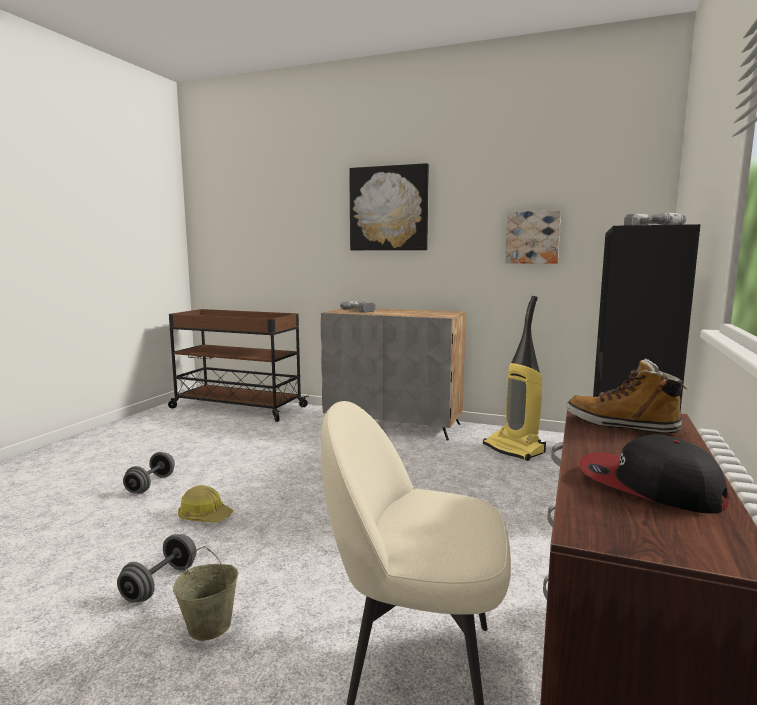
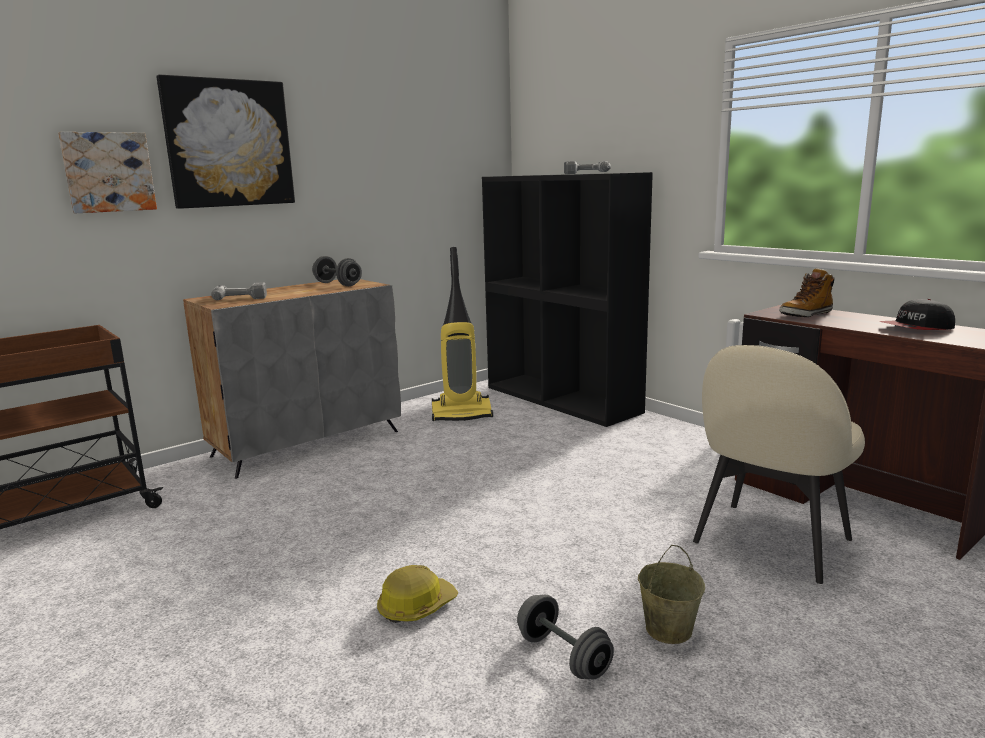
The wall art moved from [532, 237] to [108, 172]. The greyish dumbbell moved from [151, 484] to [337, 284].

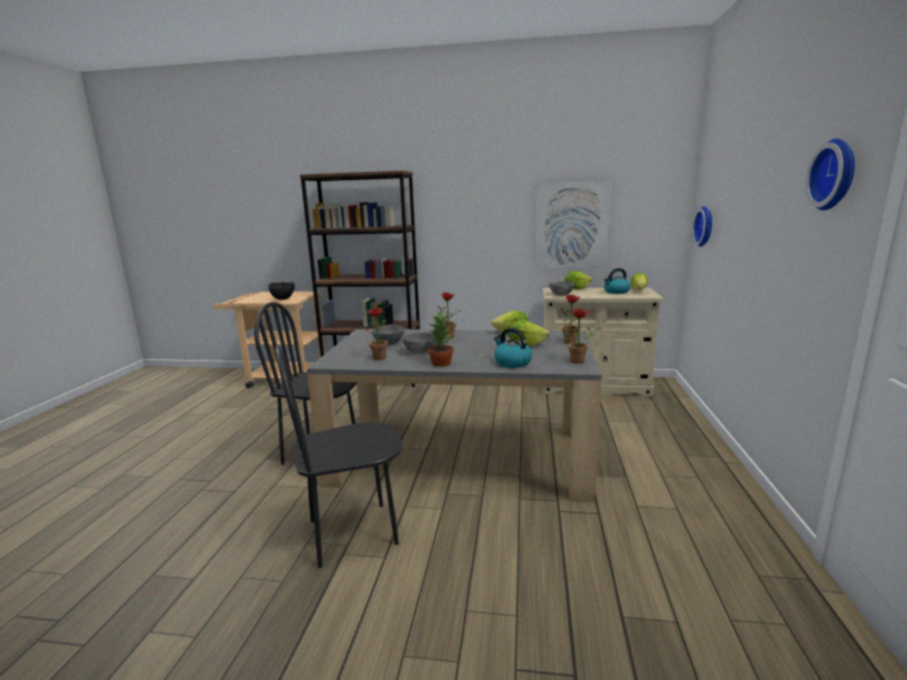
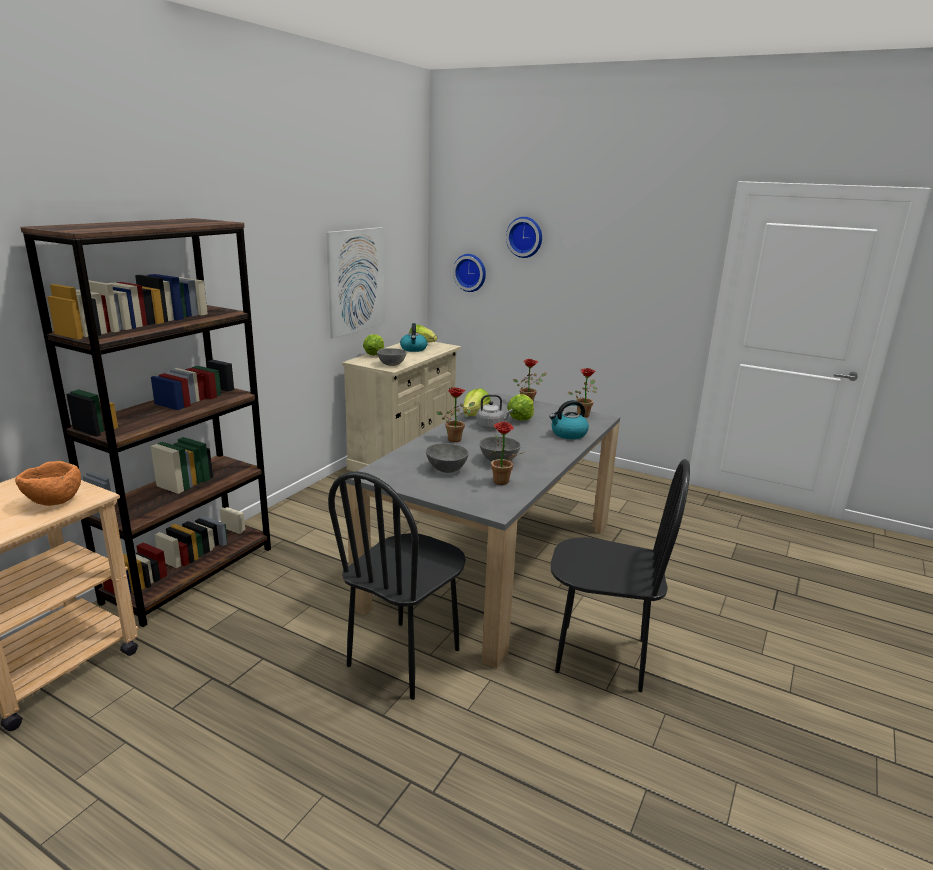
The black bowl at [283, 299] became the orange bowl at [53, 502]. The greyish tea kettle at [491, 426] appeared. The hanging clock moved from [836, 175] to [525, 237]. The black plain chair at [353, 532] turned 75 degrees counterclockwise. The potted plant at [441, 363] disappeared.

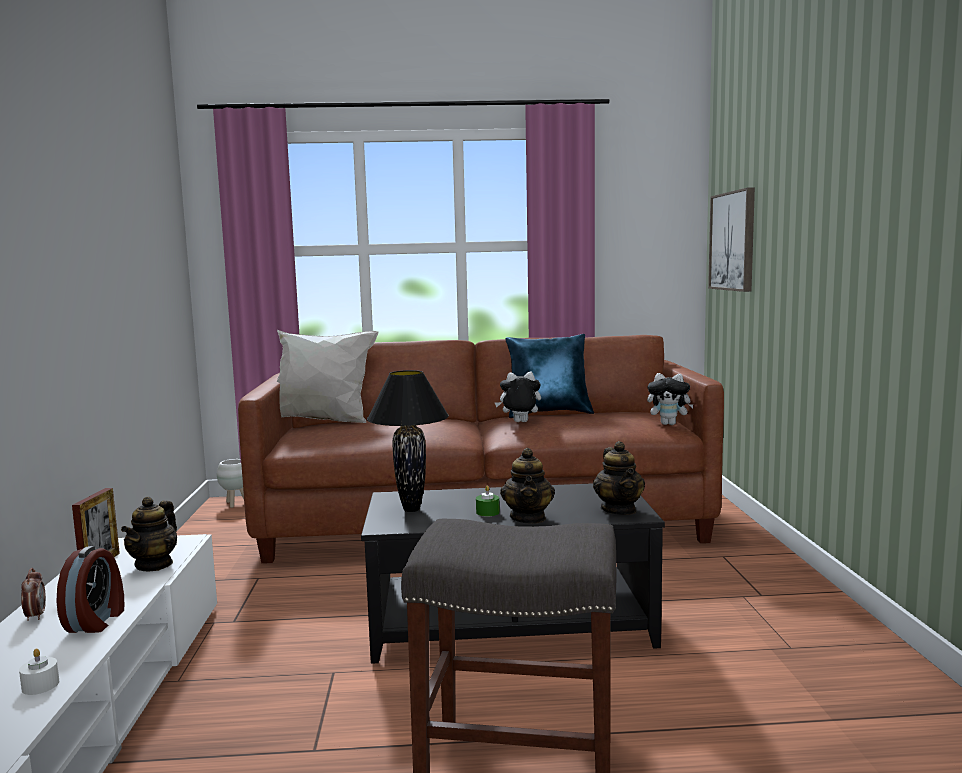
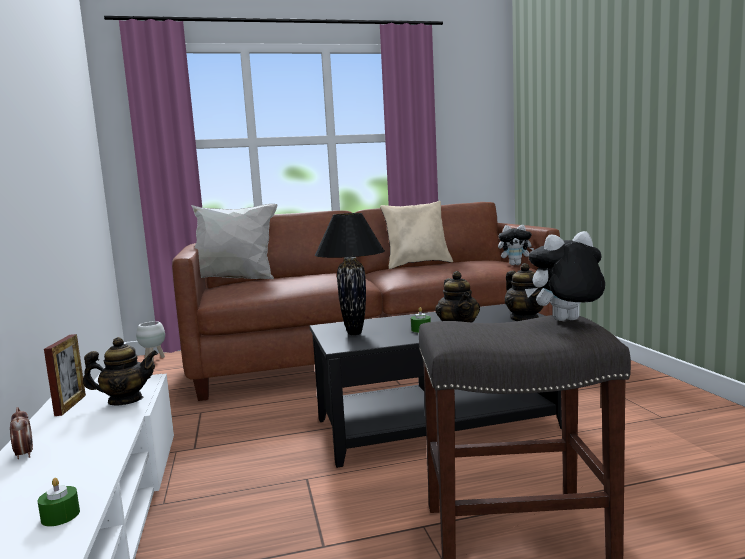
The white wax light at [40, 685] became the greenish wax light at [60, 516]. The tea pot at [154, 564] turned 105 degrees counterclockwise. The bluish pillow at [549, 413] became the beige-coloured pillow at [417, 264]. The plush toy moved from [519, 422] to [566, 321]. The bedside clock at [97, 621] disappeared. The wall art at [733, 241] disappeared.

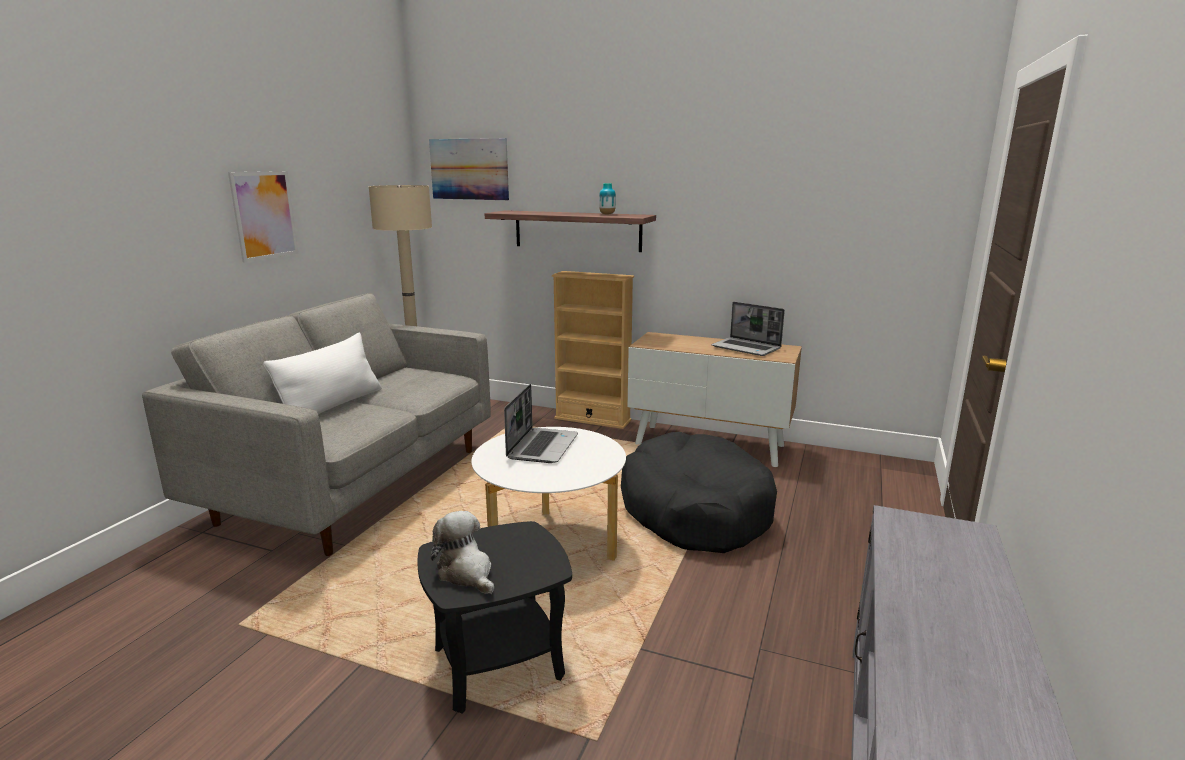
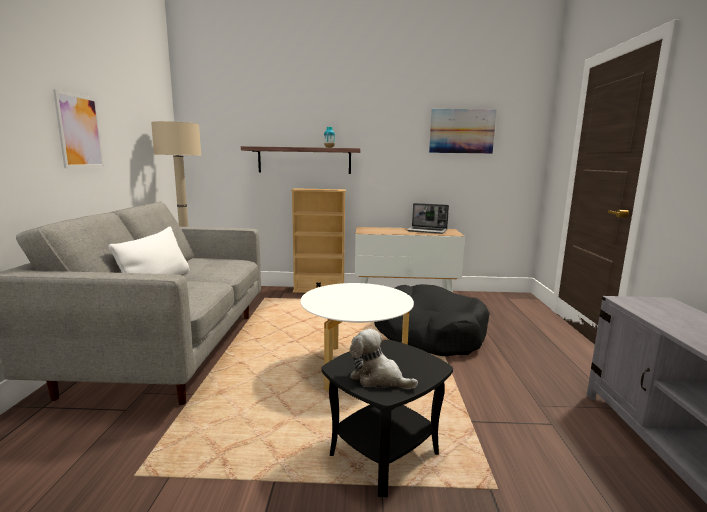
The wall art moved from [469, 169] to [462, 131]. The notebook computer at [542, 446] disappeared.

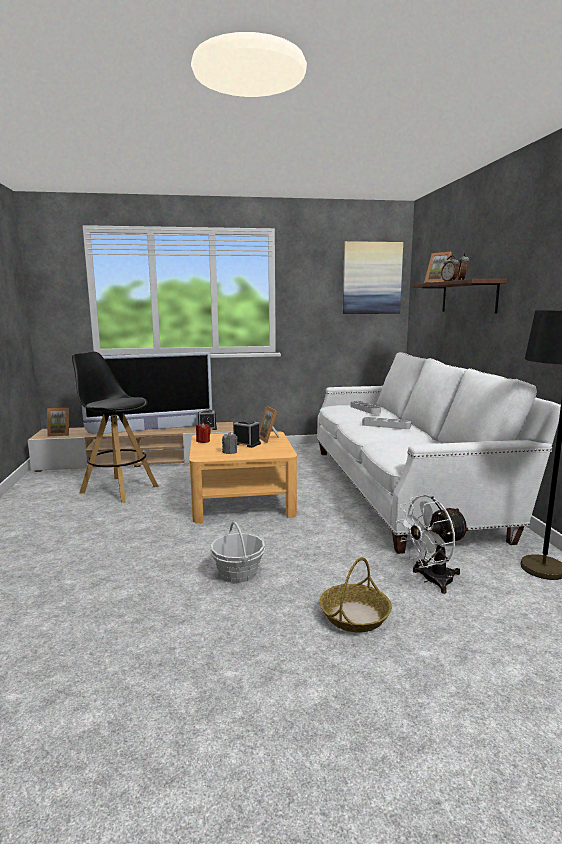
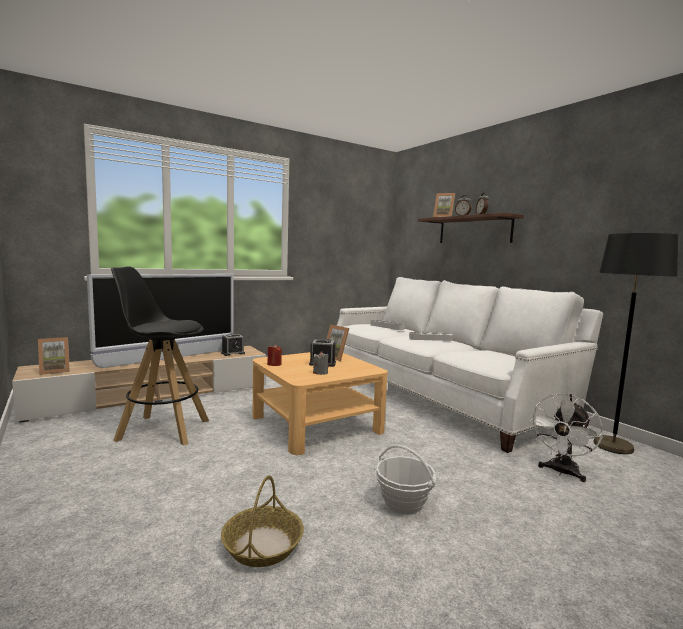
The household basket moved from [354, 615] to [262, 545]. The wall art at [372, 278] disappeared.

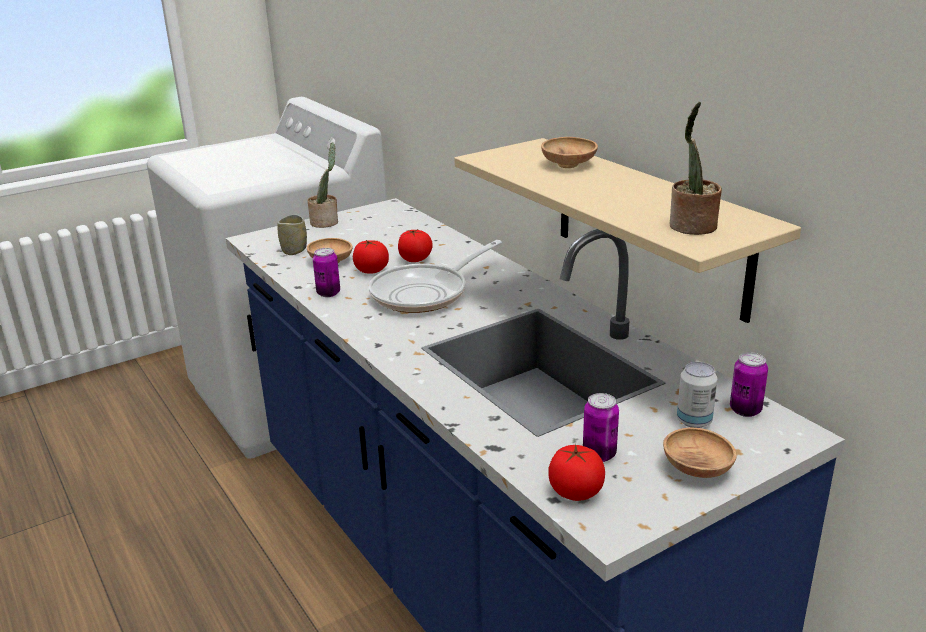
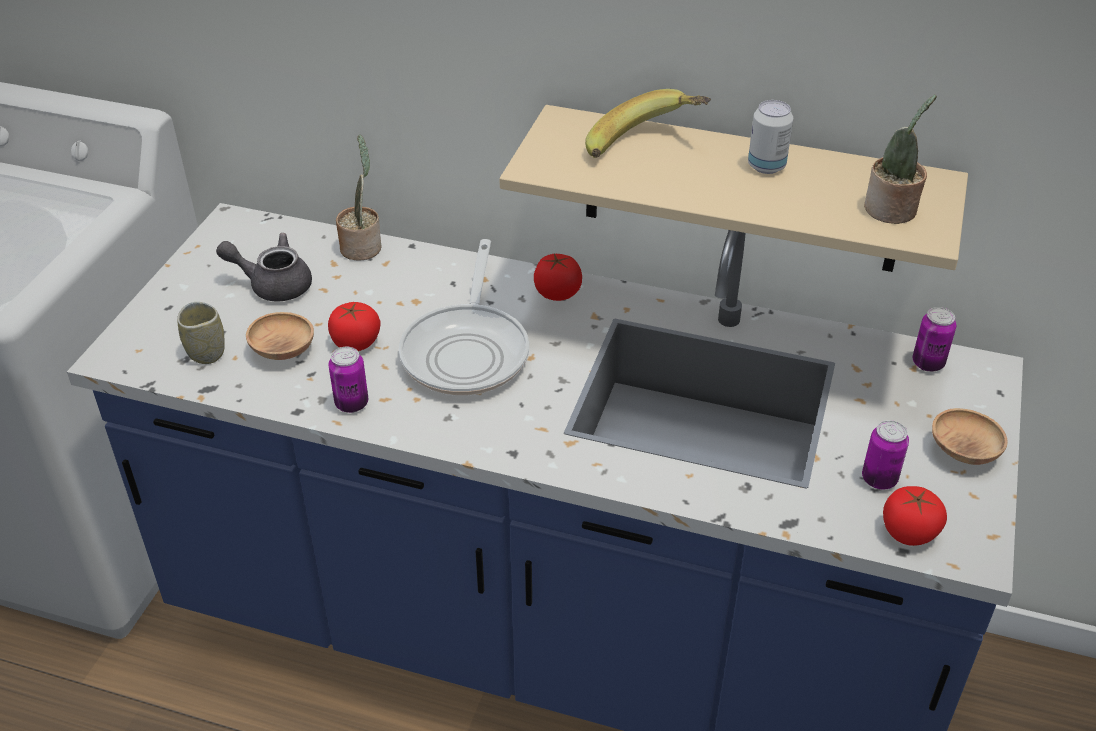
The greyish tea pot at [273, 284] appeared. The potted plant moved from [326, 222] to [362, 246]. The whole tomato moved from [415, 259] to [557, 293]. The brownish bowl at [568, 165] was replaced by the banana at [646, 148]. The metal can moved from [694, 421] to [766, 166].

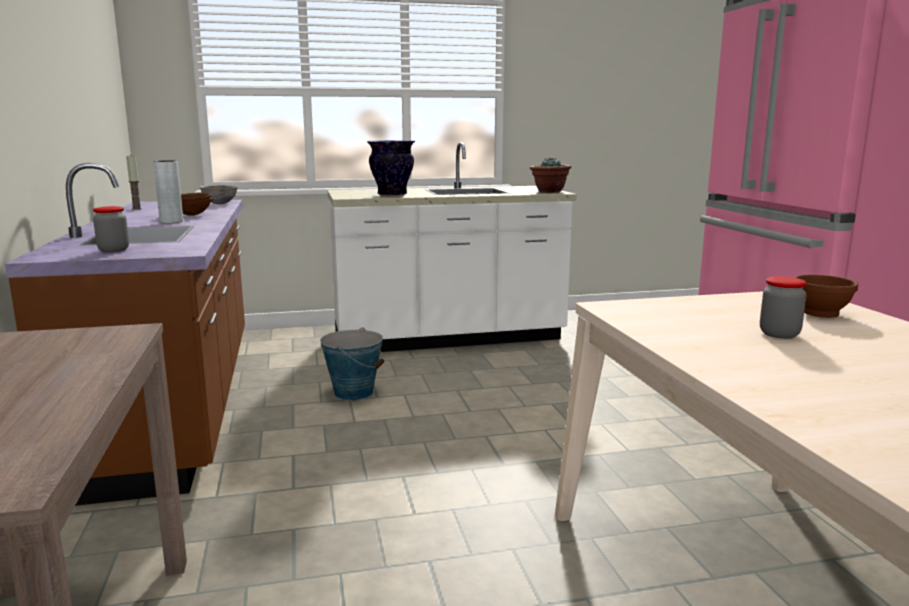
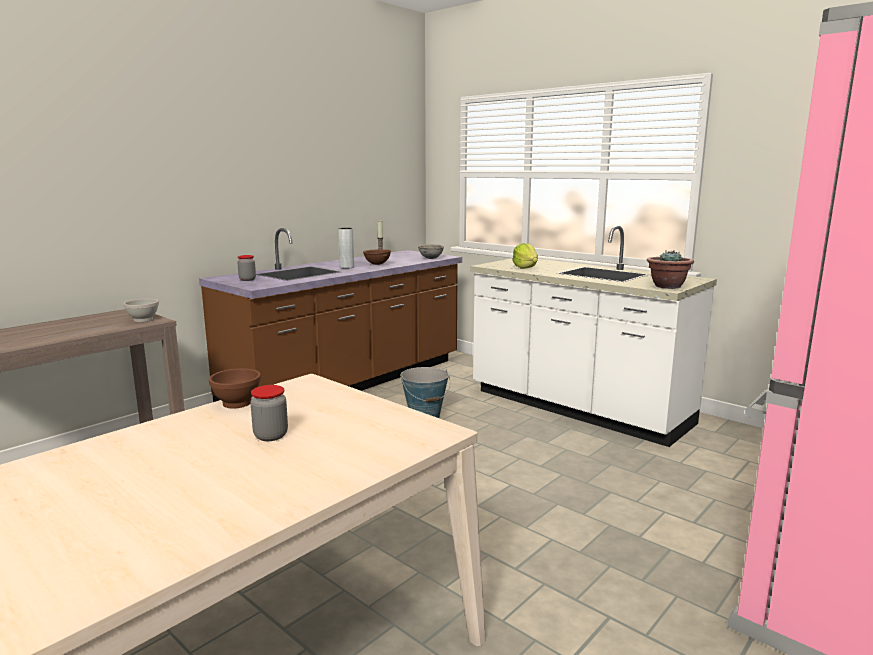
The white bowl at [144, 320] appeared. The brownish bowl moved from [820, 313] to [236, 403]. The decorative vase at [391, 195] was replaced by the lettuce at [525, 268].

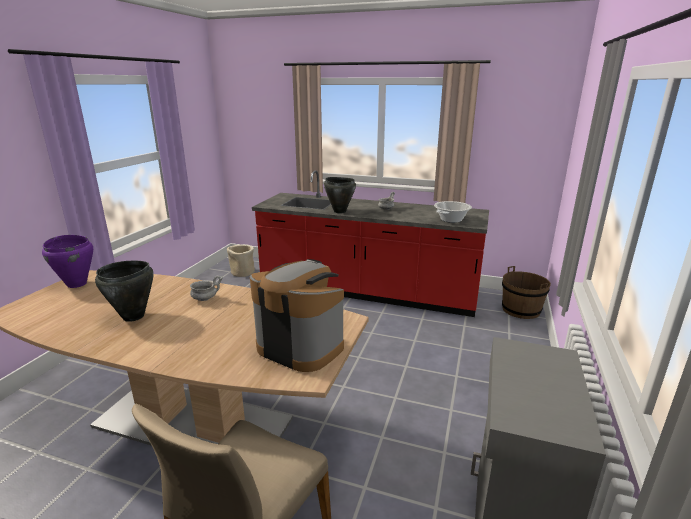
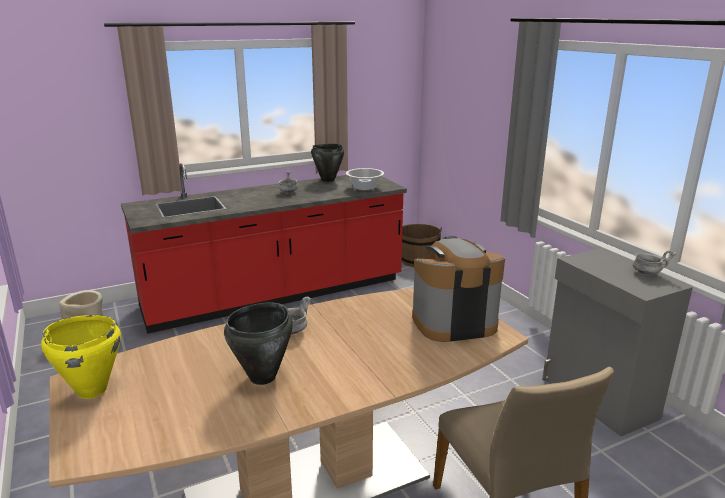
The purple stockpot at [77, 284] became the yellowish stockpot at [92, 390]. The black stockpot moved from [339, 211] to [327, 180]. The greyish bowl at [647, 273] appeared.

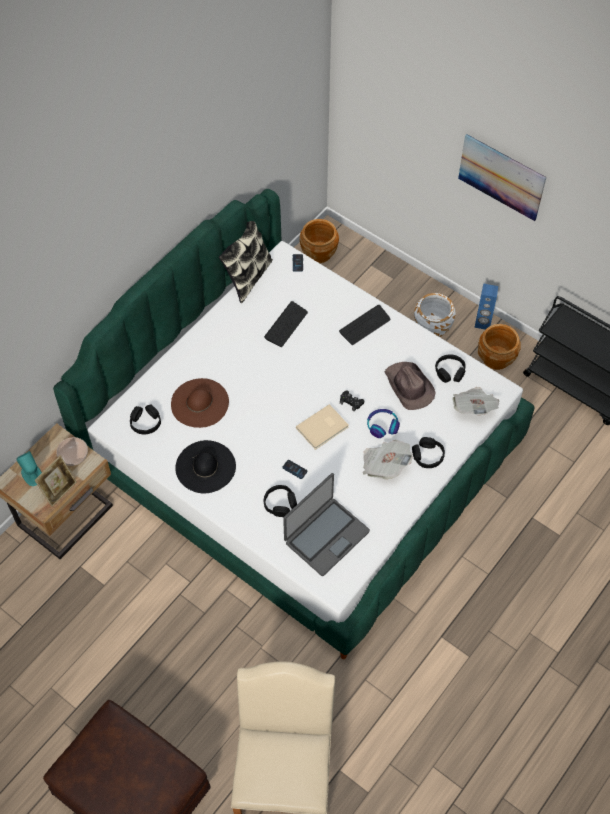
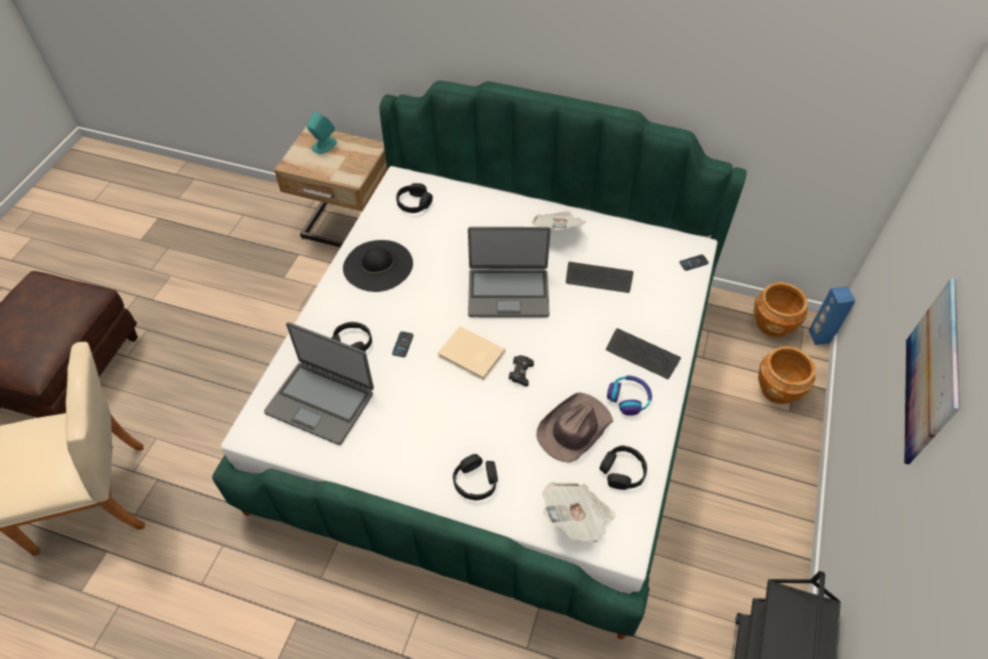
The notebook computer at [508, 293] appeared. The daily paper moved from [384, 465] to [557, 230]. The headset moved from [382, 425] to [629, 398]. The brownish plant pot moved from [496, 358] to [777, 389]. The bluish loudspeaker moved from [482, 323] to [819, 336]. The photo frame at [59, 490] disappeared. The bowl at [74, 455] disappeared. The brownish clothing hat at [200, 403] disappeared. The pillow at [247, 277] disappeared. The white plant pot at [432, 327] disappeared.

